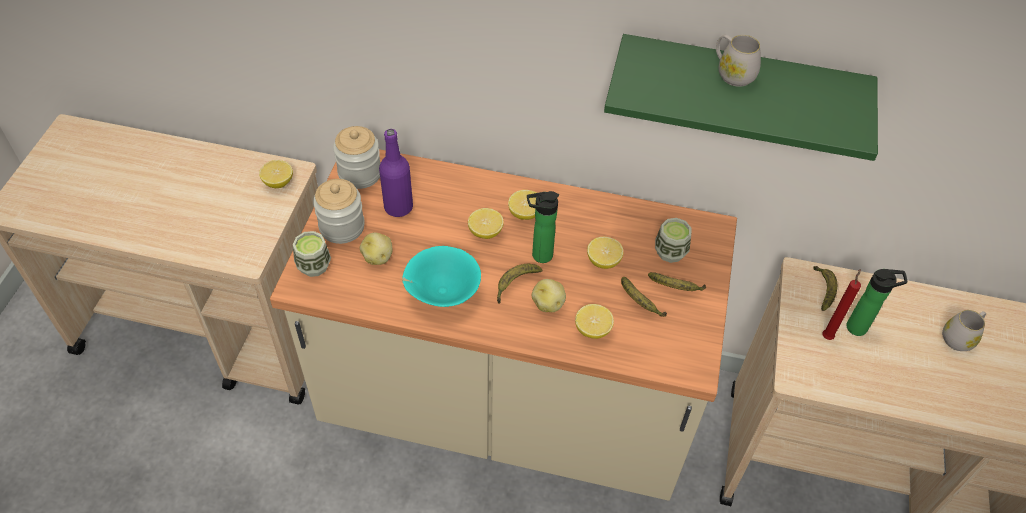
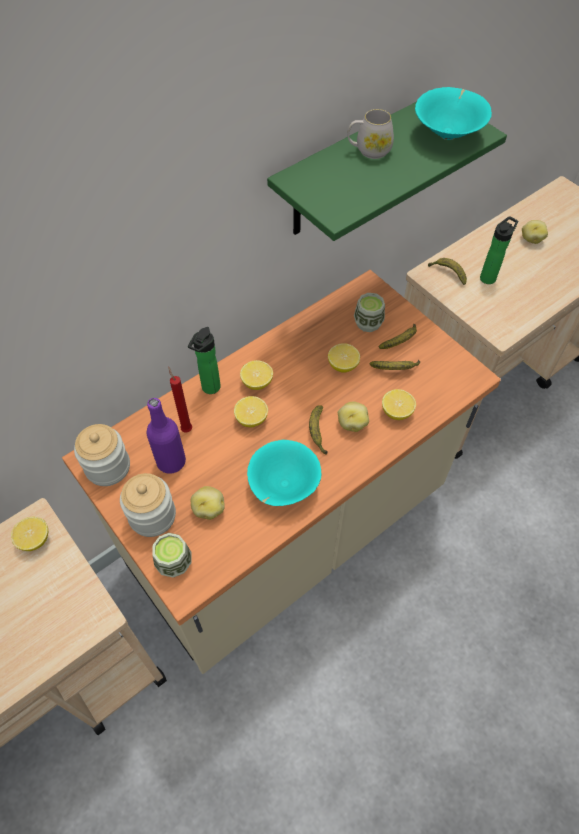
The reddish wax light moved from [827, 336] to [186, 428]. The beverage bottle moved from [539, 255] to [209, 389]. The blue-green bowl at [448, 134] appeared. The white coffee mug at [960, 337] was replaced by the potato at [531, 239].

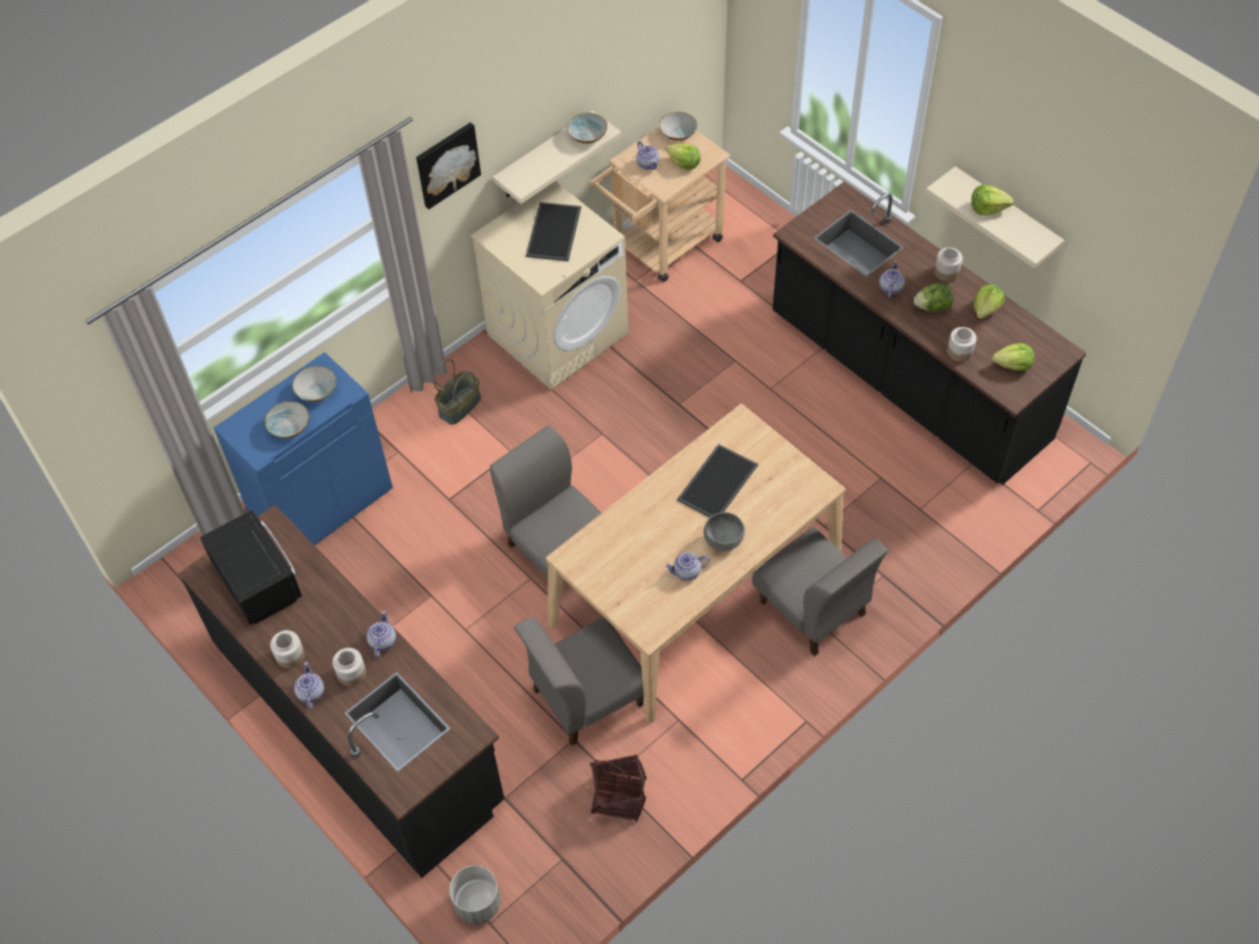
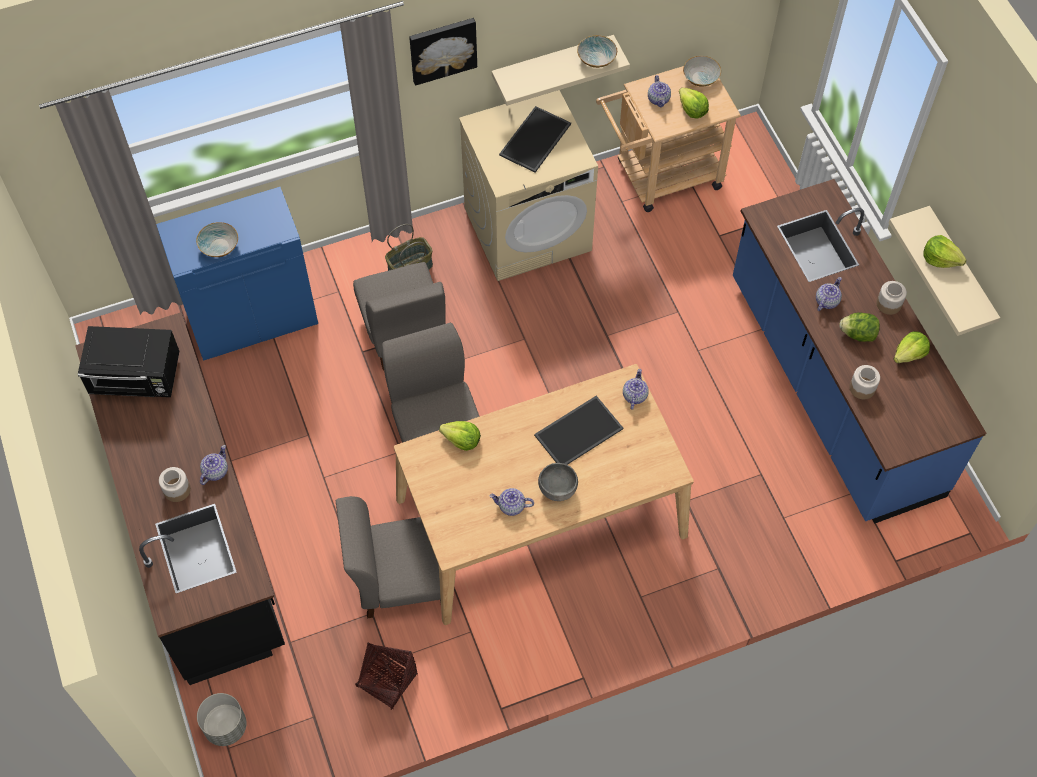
The black microwave oven at [258, 581] turned 105 degrees clockwise. The greyish plain chair moved from [812, 609] to [404, 332]. The lettuce moved from [1013, 365] to [462, 440]. The tea pot moved from [310, 692] to [634, 395]. The black kitchen counter at [907, 379] became the bluish kitchen counter at [832, 387]. The jar at [290, 656] disappeared. The bowl at [316, 391] disappeared.

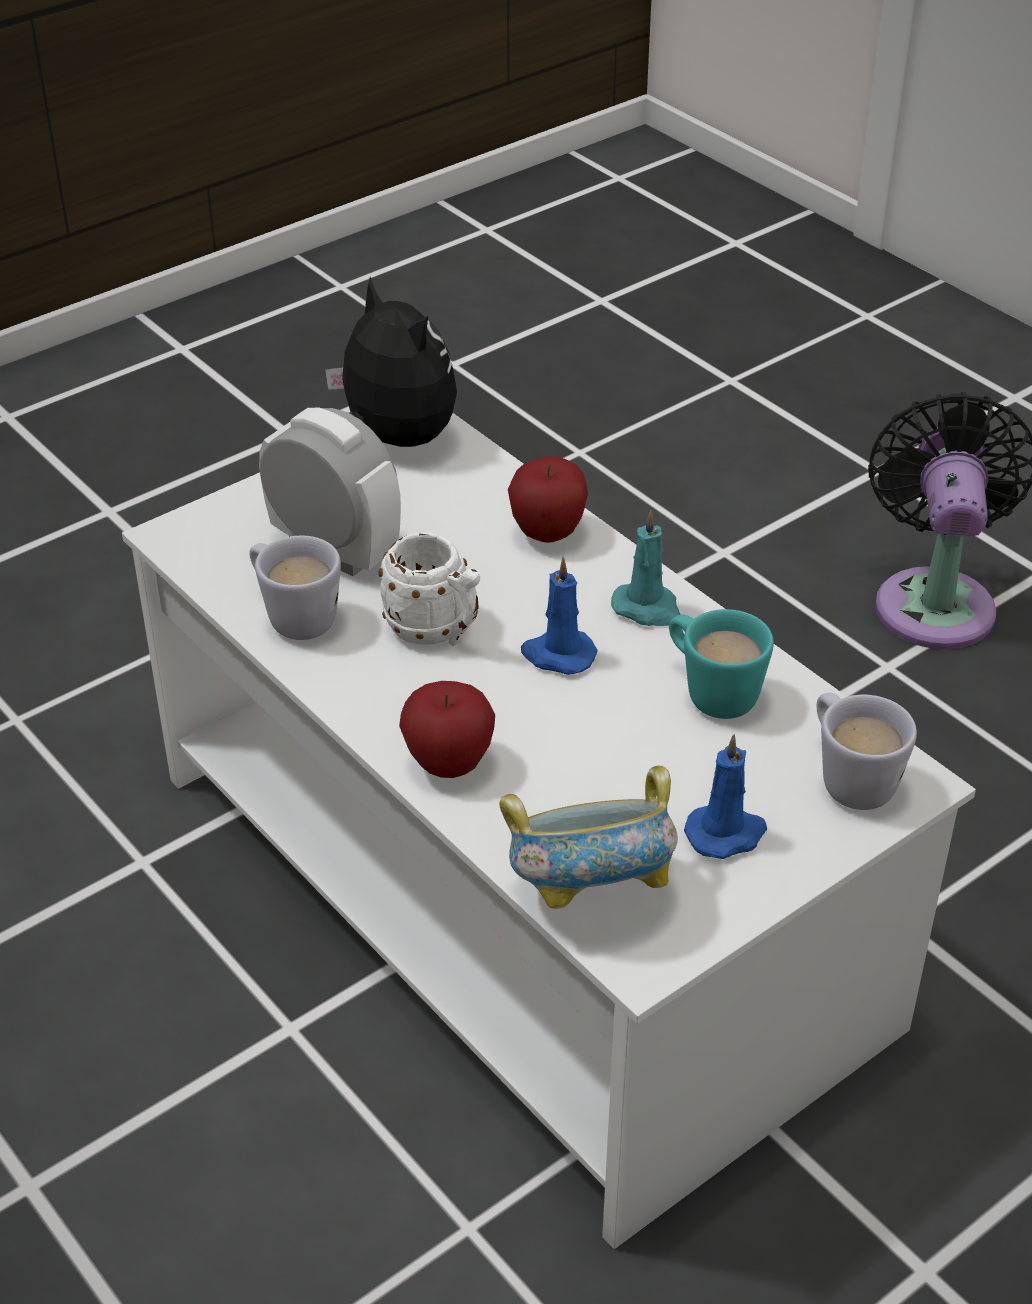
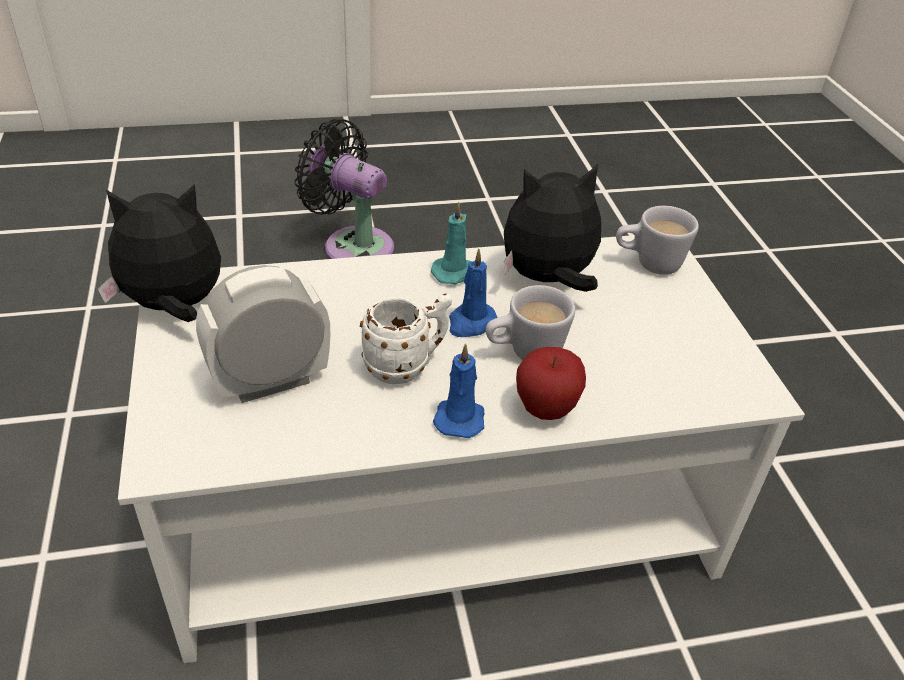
The bluish wax light moved from [726, 834] to [460, 417]. The white coffee mug moved from [293, 616] to [524, 353]. The blue-green coffee mug at [711, 691] was replaced by the plush toy at [547, 280]. The bowl at [591, 893] disappeared. The apple at [547, 534] disappeared.

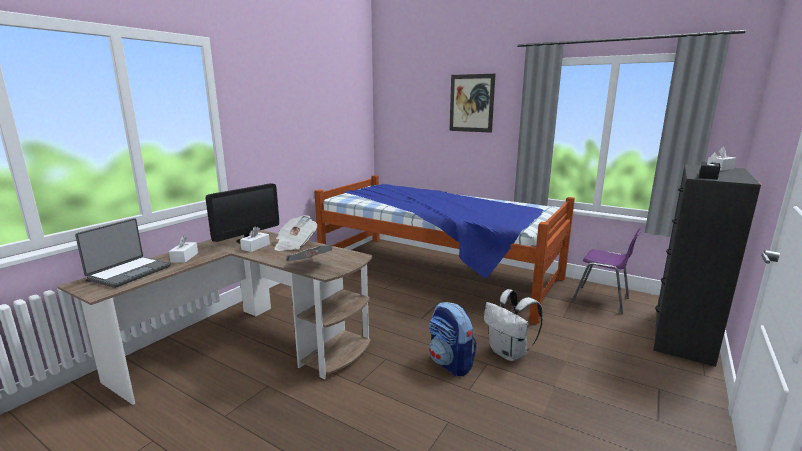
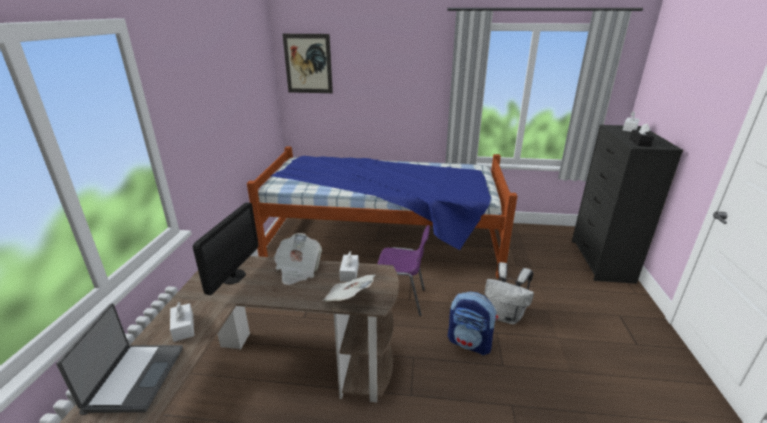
The wall art moved from [471, 103] to [308, 64]. The white tissue box moved from [255, 247] to [349, 273]. The purple plain chair moved from [602, 300] to [400, 300].

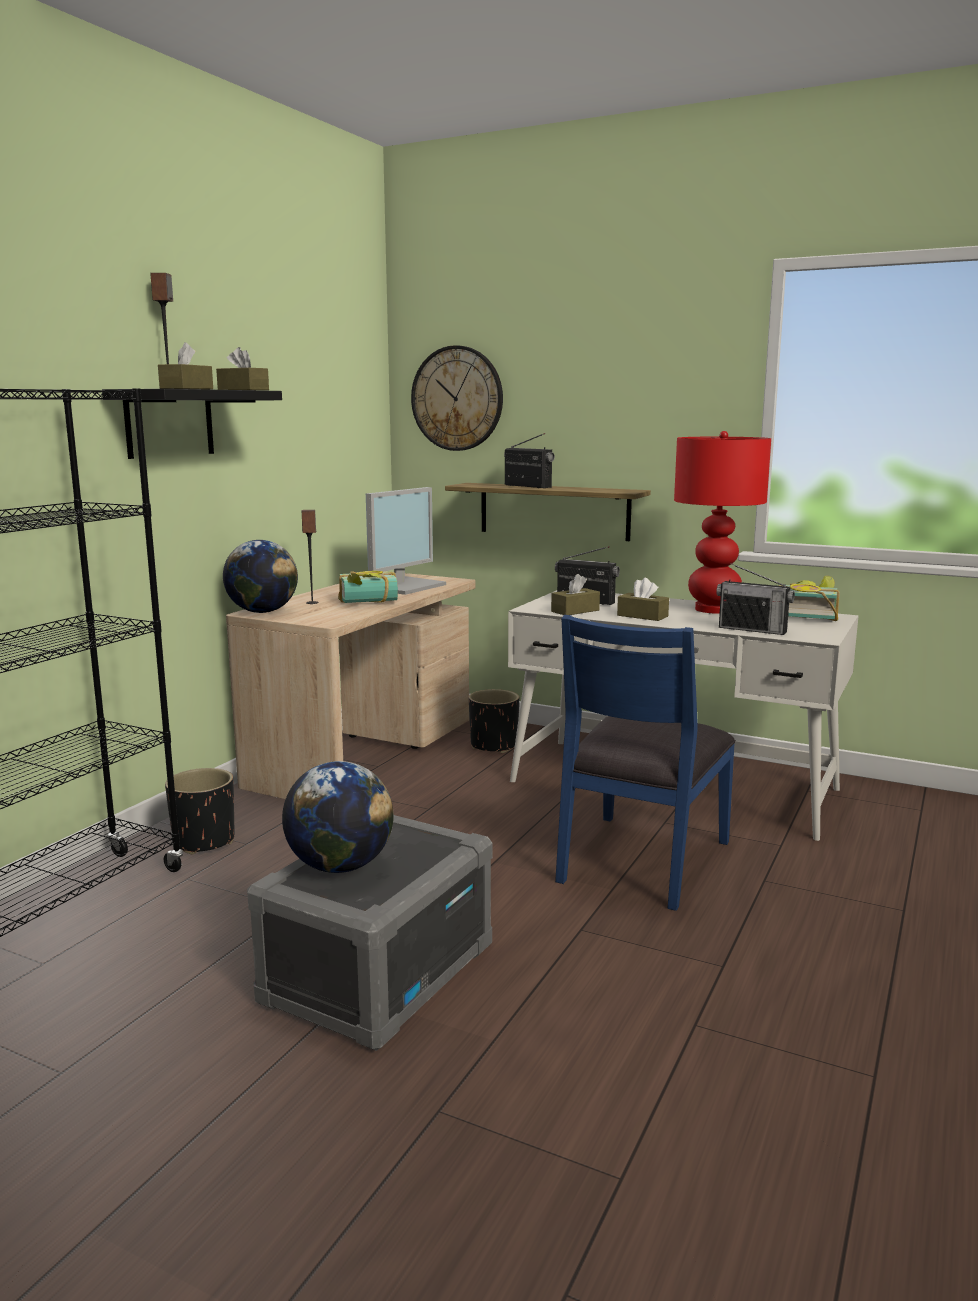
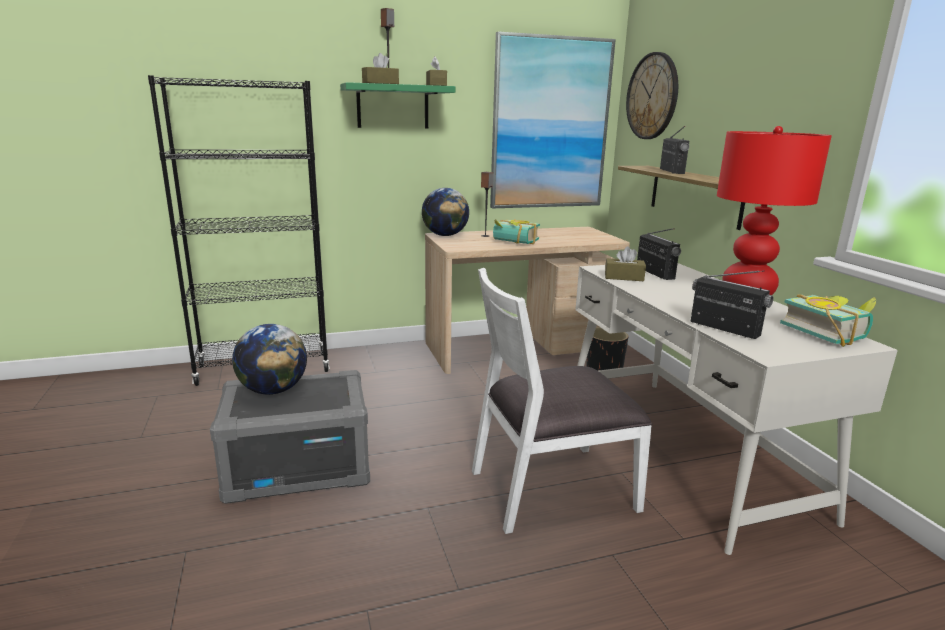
The black wall shelf at [169, 423] became the greenish wall shelf at [393, 107]. The bluish plain chair at [641, 860] became the white plain chair at [550, 488]. The wall art at [550, 124] appeared. The radio set at [752, 629] turned 150 degrees clockwise. The black plant pot at [204, 841] disappeared. The computer screen at [404, 586] disappeared. The brownish tissue box at [642, 616] disappeared.

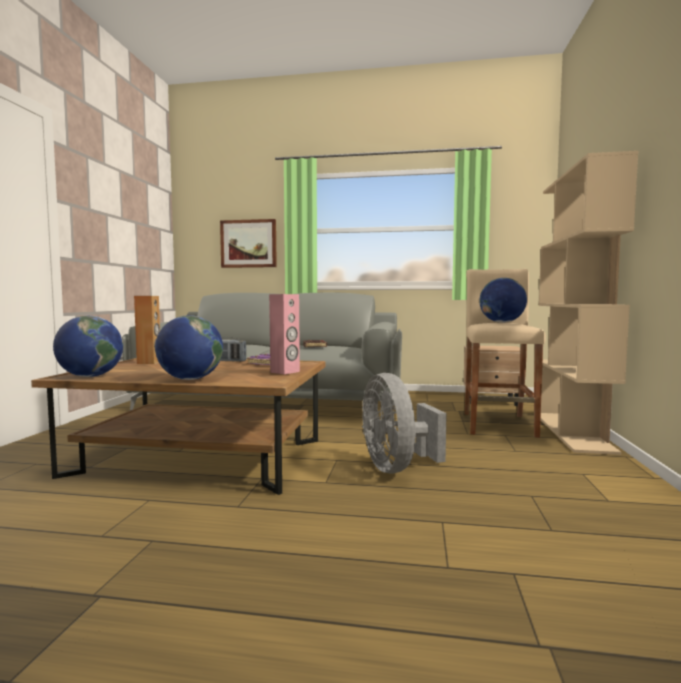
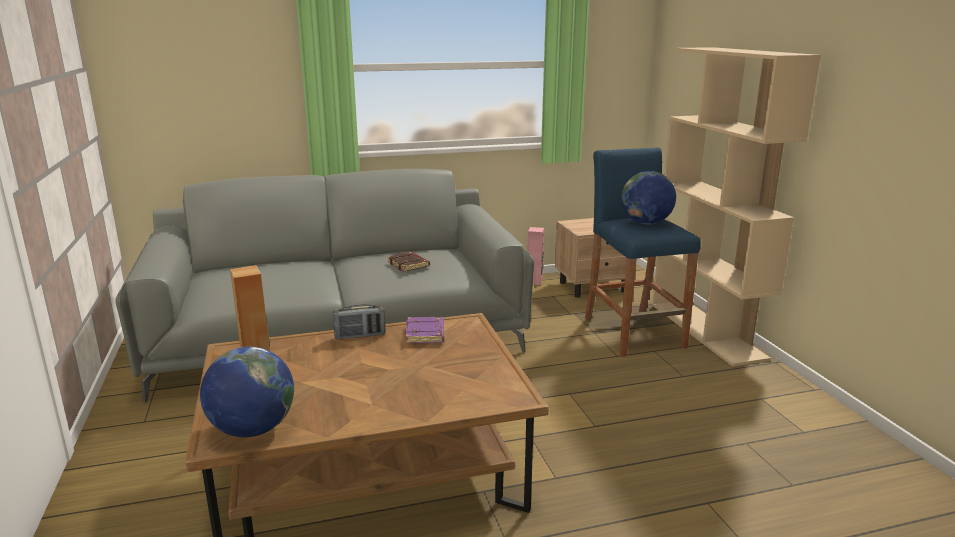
The pink-coloured loudspeaker moved from [285, 372] to [534, 281]. The beige-coloured stool at [498, 424] became the bluish stool at [633, 332]. The world globe at [190, 379] disappeared. The wall art at [248, 244] disappeared. The greyish electric fan at [396, 467] disappeared.

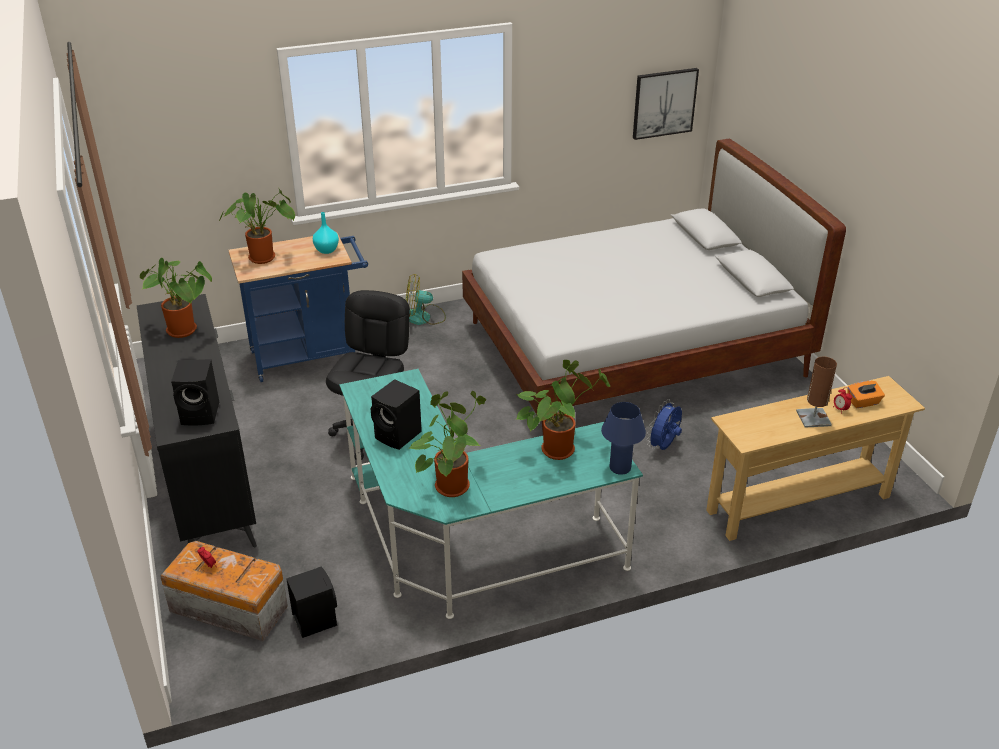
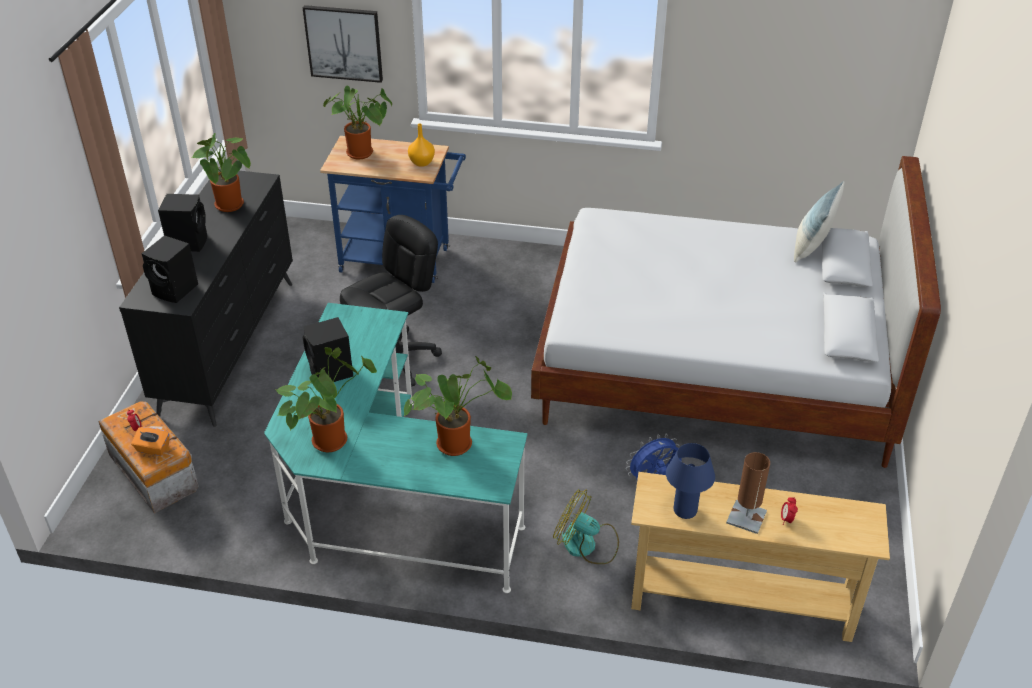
The orange tissue box moved from [863, 402] to [153, 449]. The black loudspeaker moved from [314, 619] to [188, 242]. The wall art moved from [664, 103] to [344, 43]. The blue-green decorative vase at [327, 250] became the orange decorative vase at [422, 162]. The electric fan moved from [423, 317] to [586, 544]. The bluish tabletop lamp moved from [620, 468] to [685, 510]. The pillow at [811, 247] appeared.

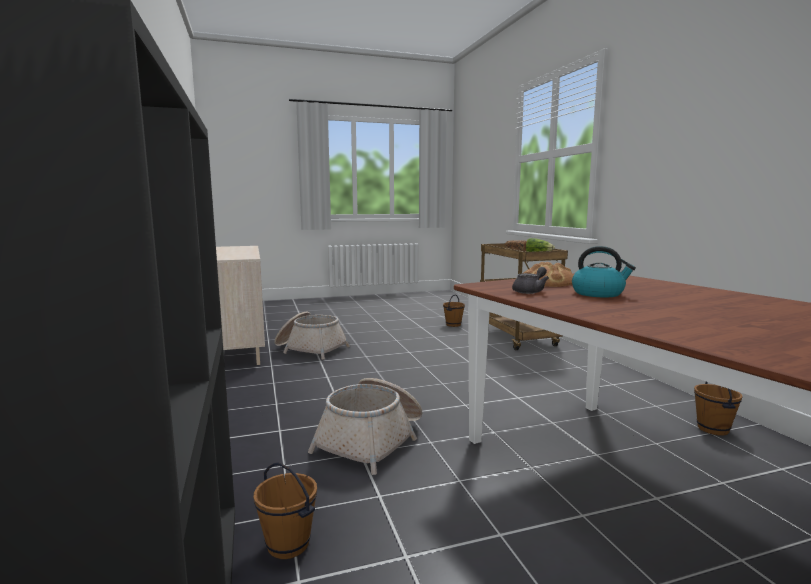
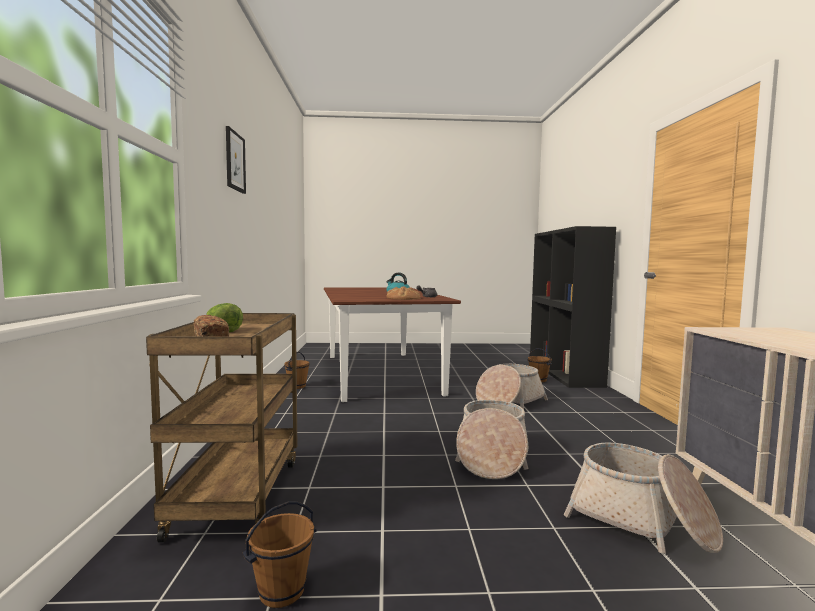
The wall art at [235, 161] appeared. The household basket at [491, 457] appeared.

